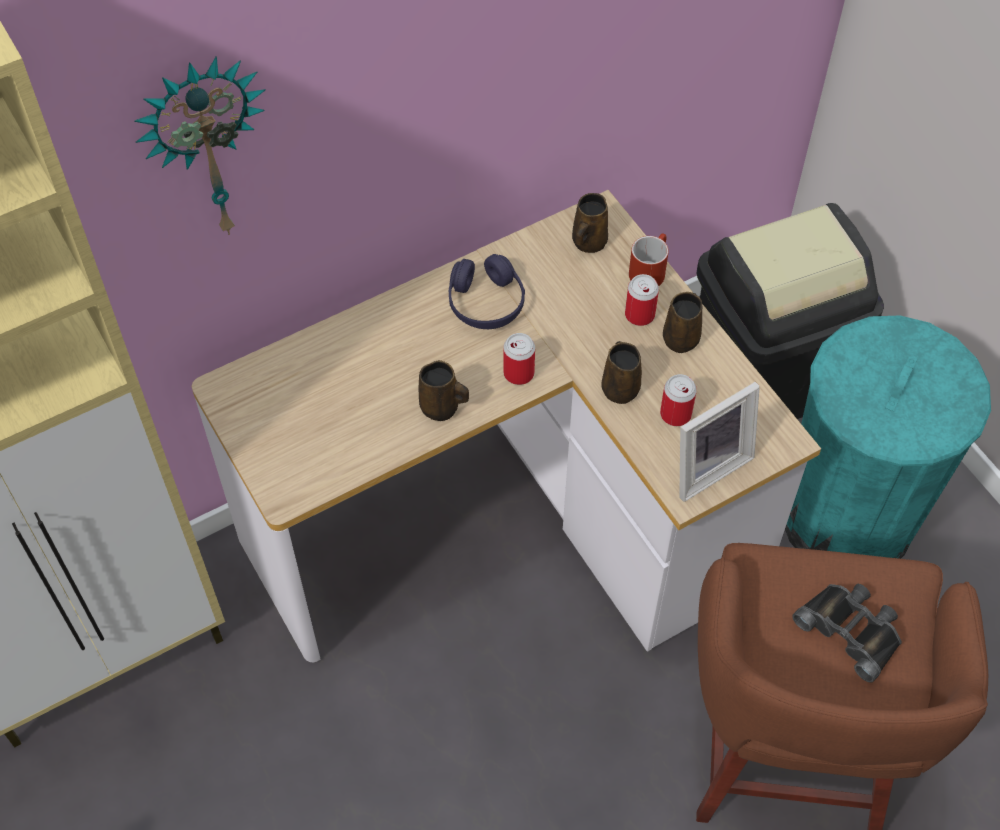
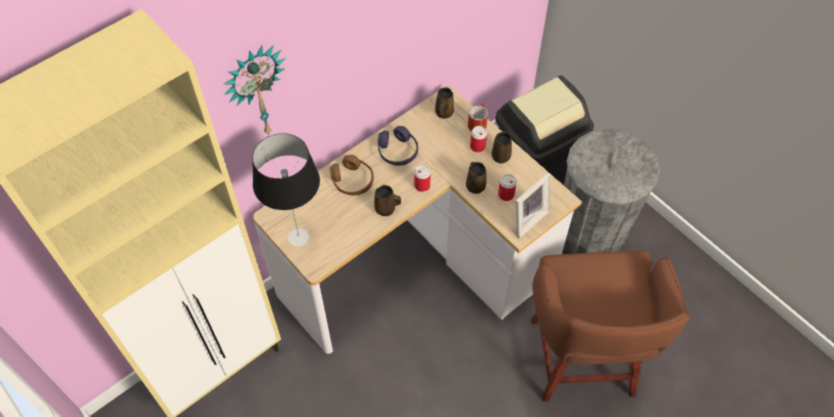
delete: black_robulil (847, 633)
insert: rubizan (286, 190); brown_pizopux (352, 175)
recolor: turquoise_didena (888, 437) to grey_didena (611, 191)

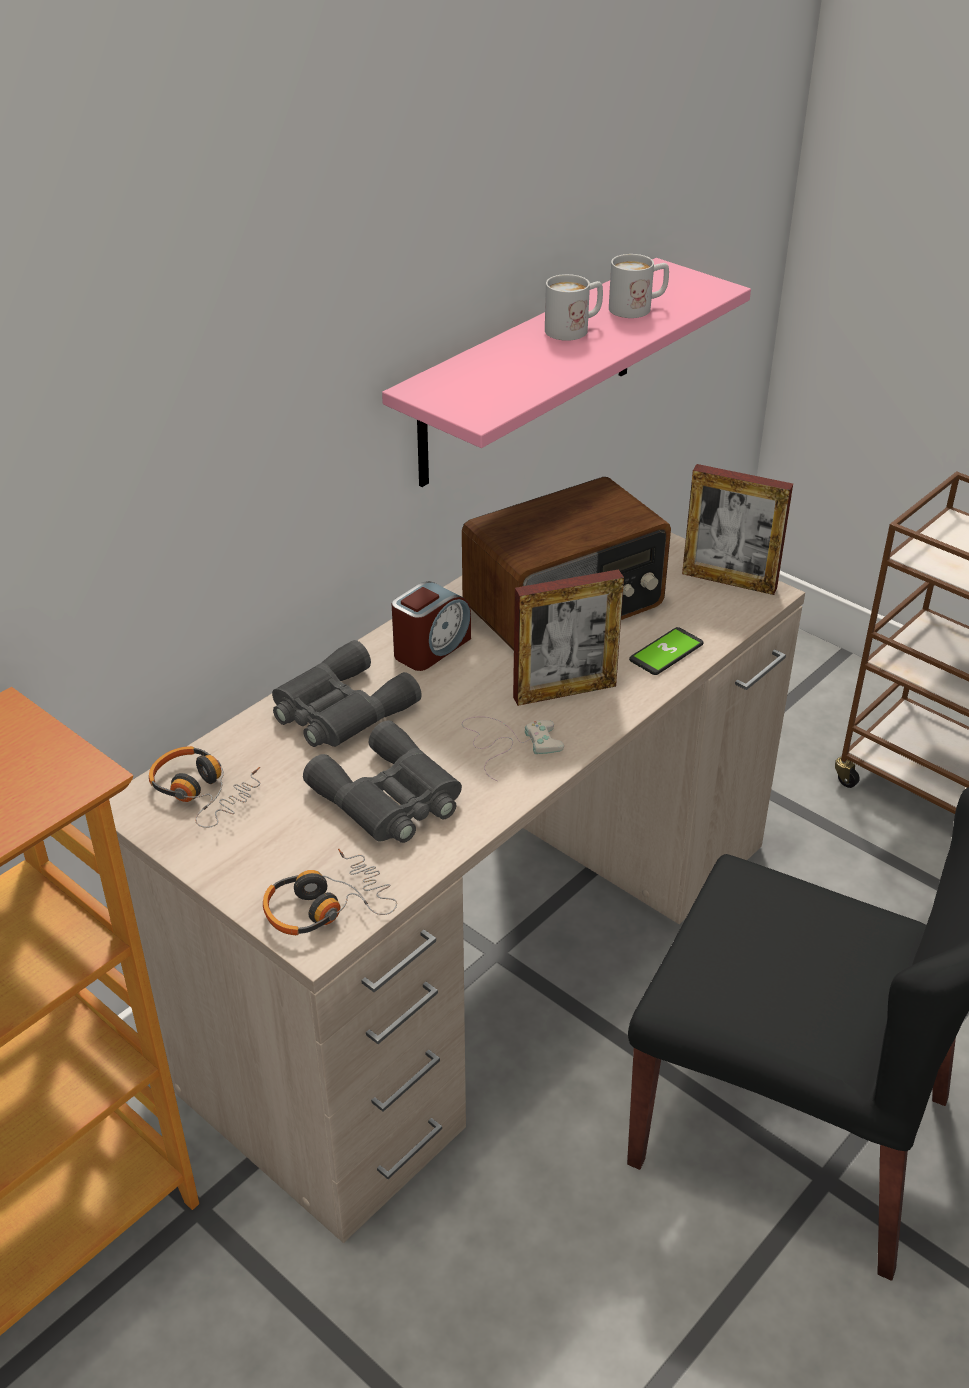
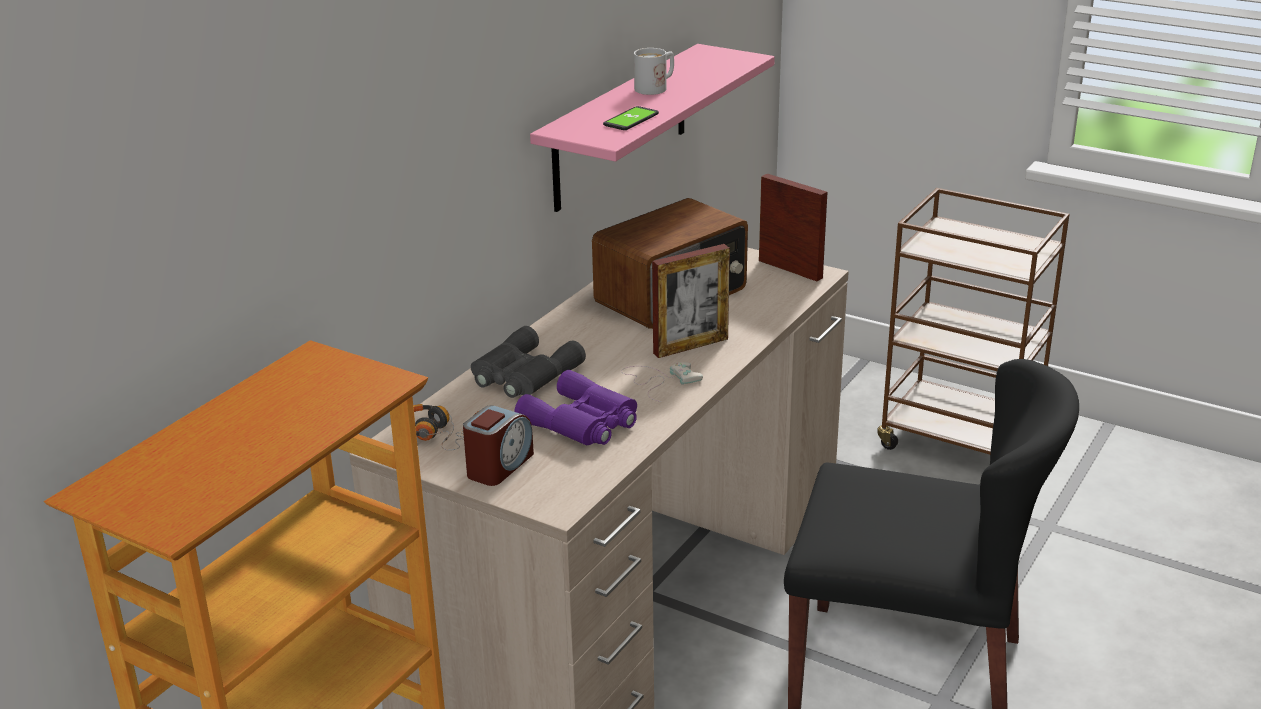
delete: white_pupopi (639, 286); pizopux (330, 892)
move: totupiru (431, 626) to (498, 445); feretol (666, 651) to (631, 118)
recolor: grey_robulil (382, 781) to purple_robulil (576, 407)
rotate: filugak (737, 529) = (793, 227) 150 degrees counterclockwise

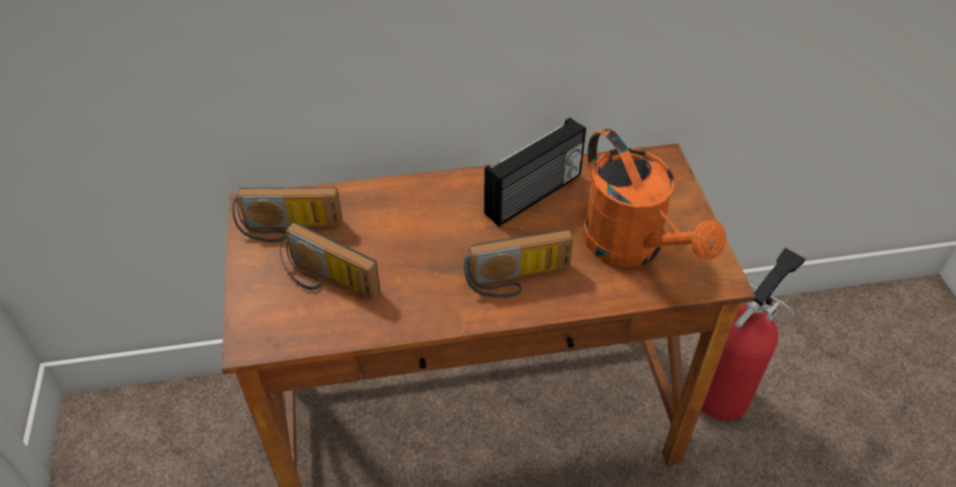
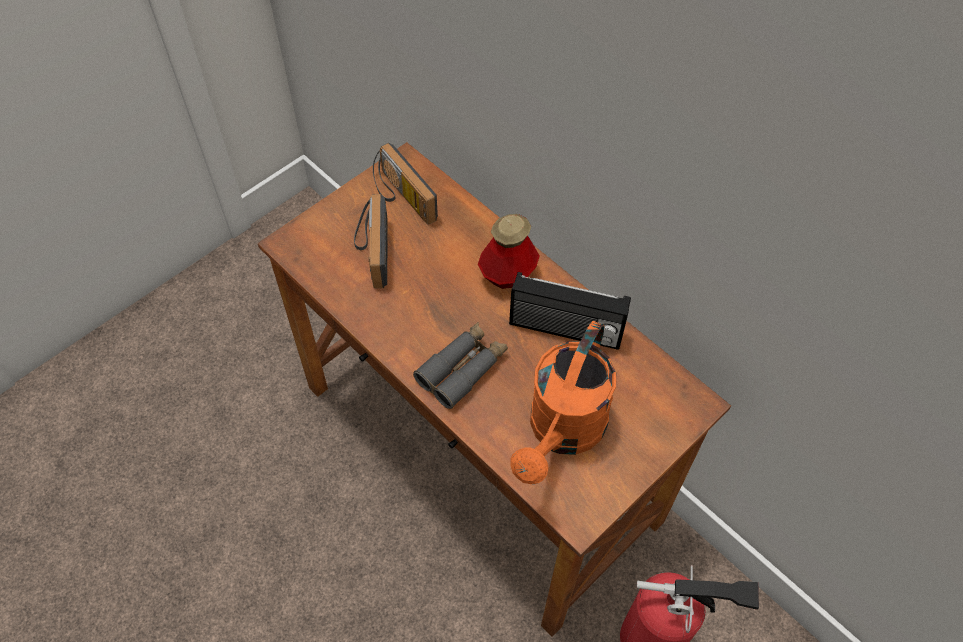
insert: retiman (509, 251)
replace: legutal (518, 263) to grey_robulil (460, 365)

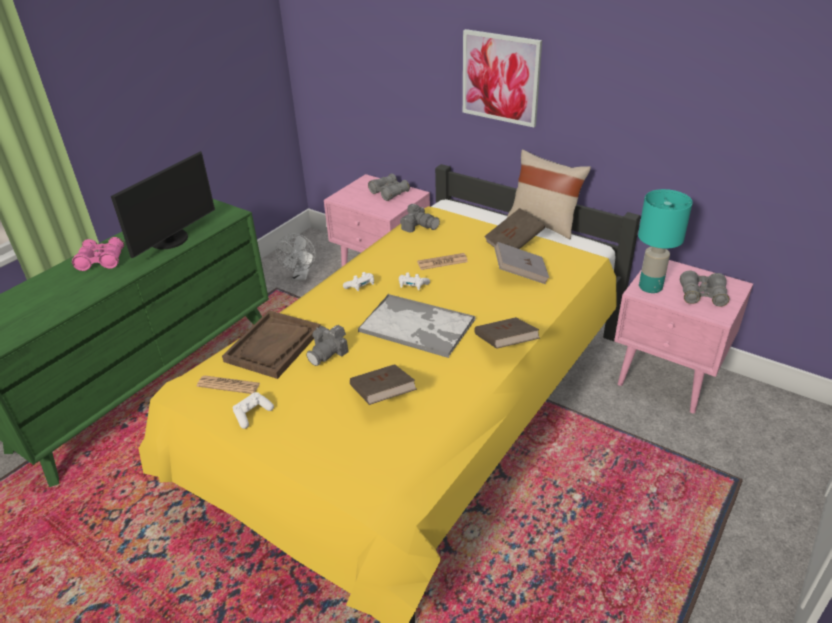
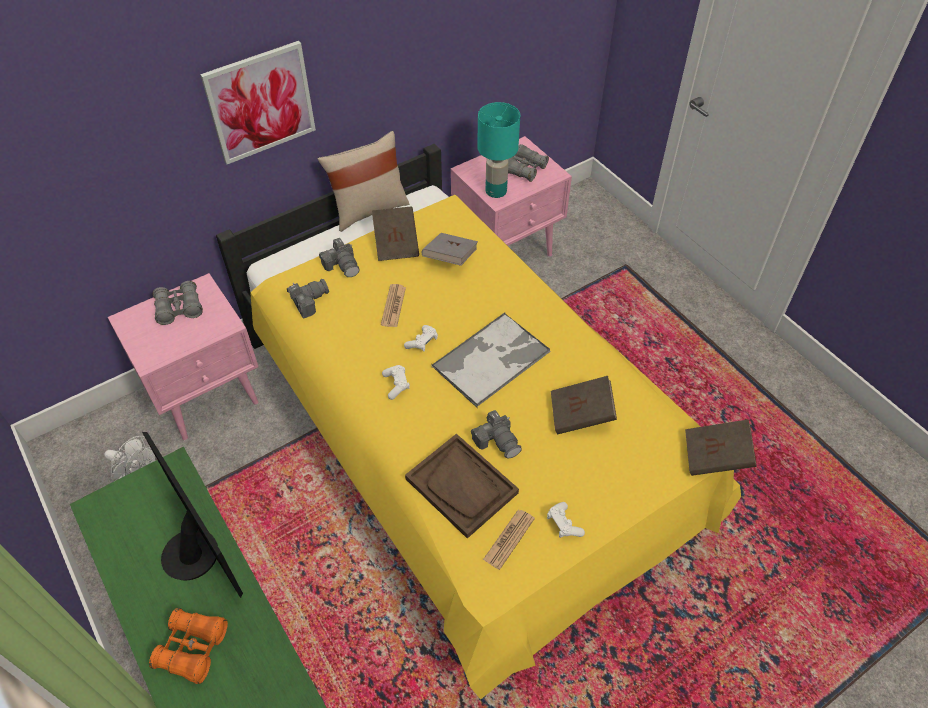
insert: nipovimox (339, 257)
move: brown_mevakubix (507, 333) to (721, 447)
recolor: pink_robulil (98, 254) to orange_robulil (188, 646)

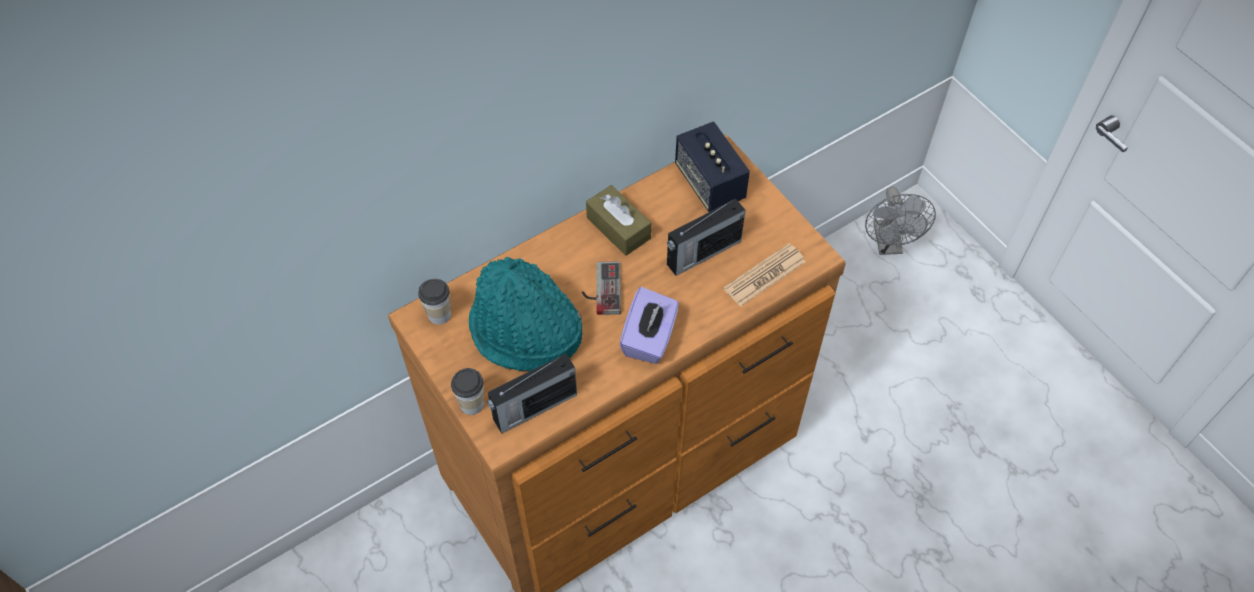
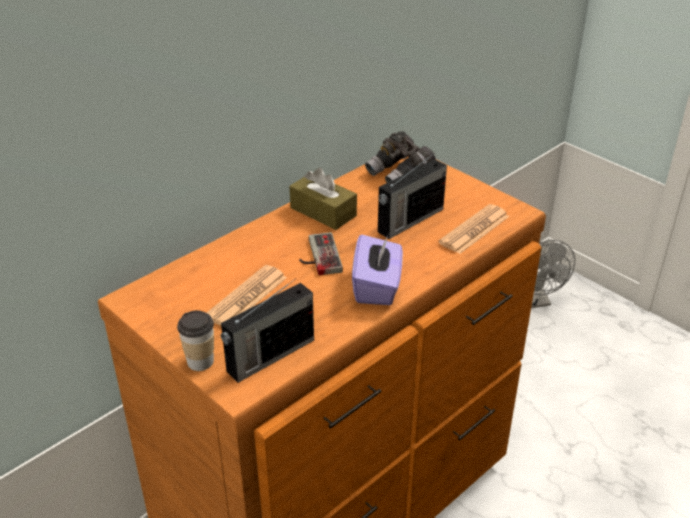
delete: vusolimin (434, 302)
replace: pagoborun (712, 166) to grey_robulil (400, 157); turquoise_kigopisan (525, 314) to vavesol (247, 295)

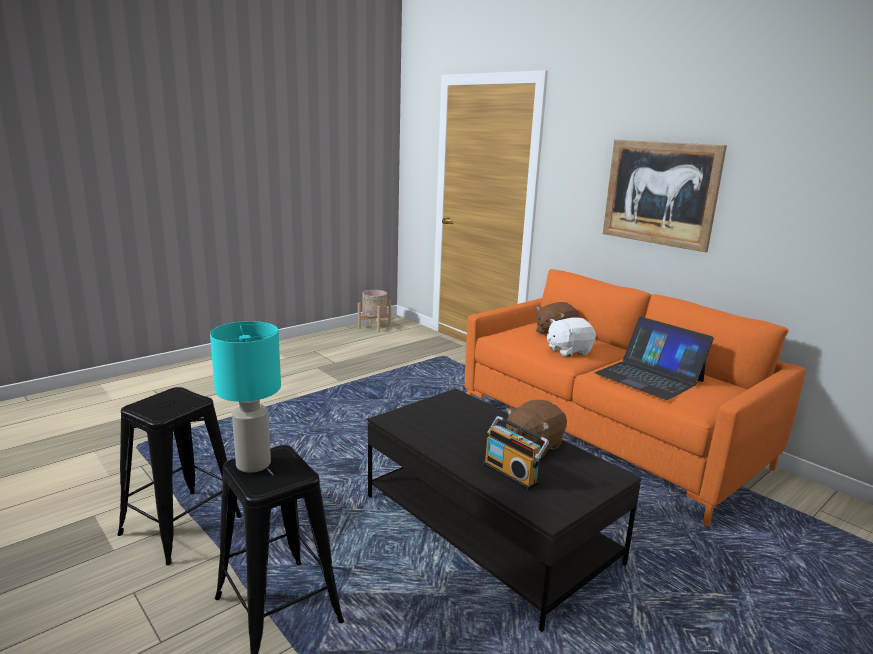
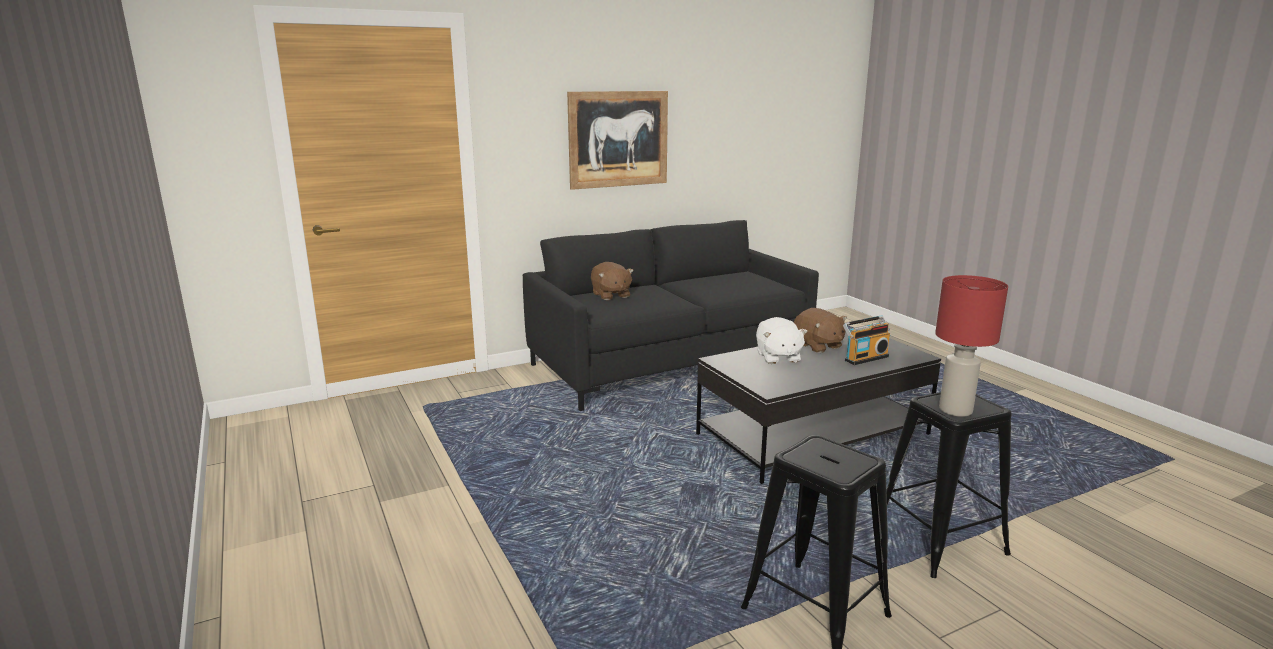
delete: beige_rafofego (374, 311); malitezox (654, 358)
move: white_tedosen (571, 337) to (782, 340)
recolor: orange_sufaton (635, 398) to black_sufaton (671, 315); turquoise_rubizan (245, 397) to red_rubizan (971, 346)

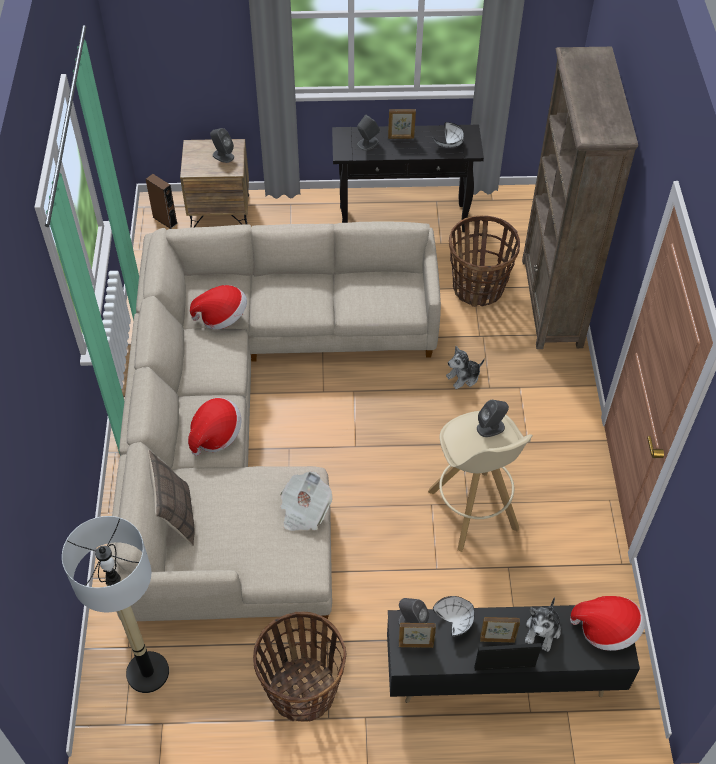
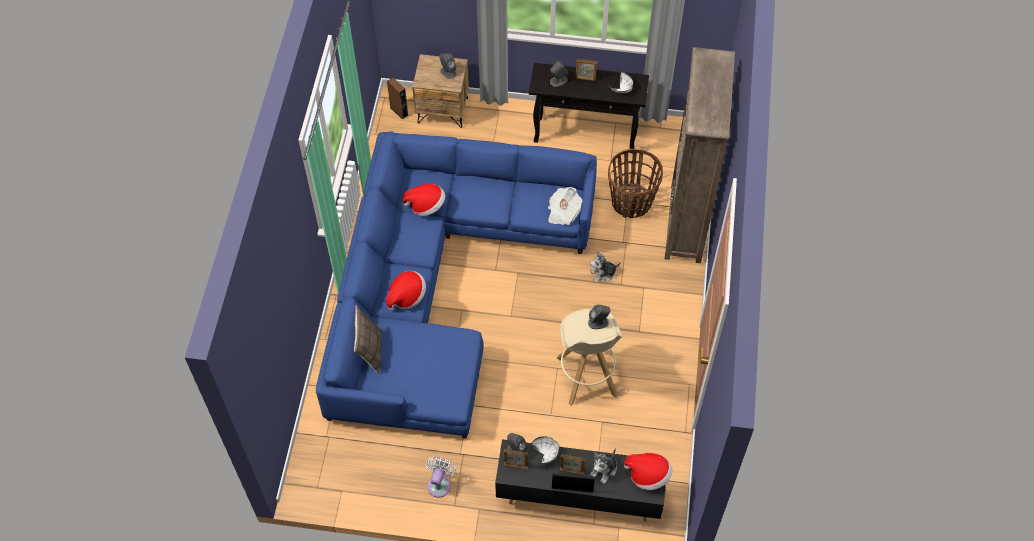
delete: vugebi (115, 604)
move: vavesol (306, 501) to (565, 206)
replace: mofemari (299, 667) to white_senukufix (441, 477)
recolor: beige_sufaton (273, 421) to blue_sufaton (456, 285)

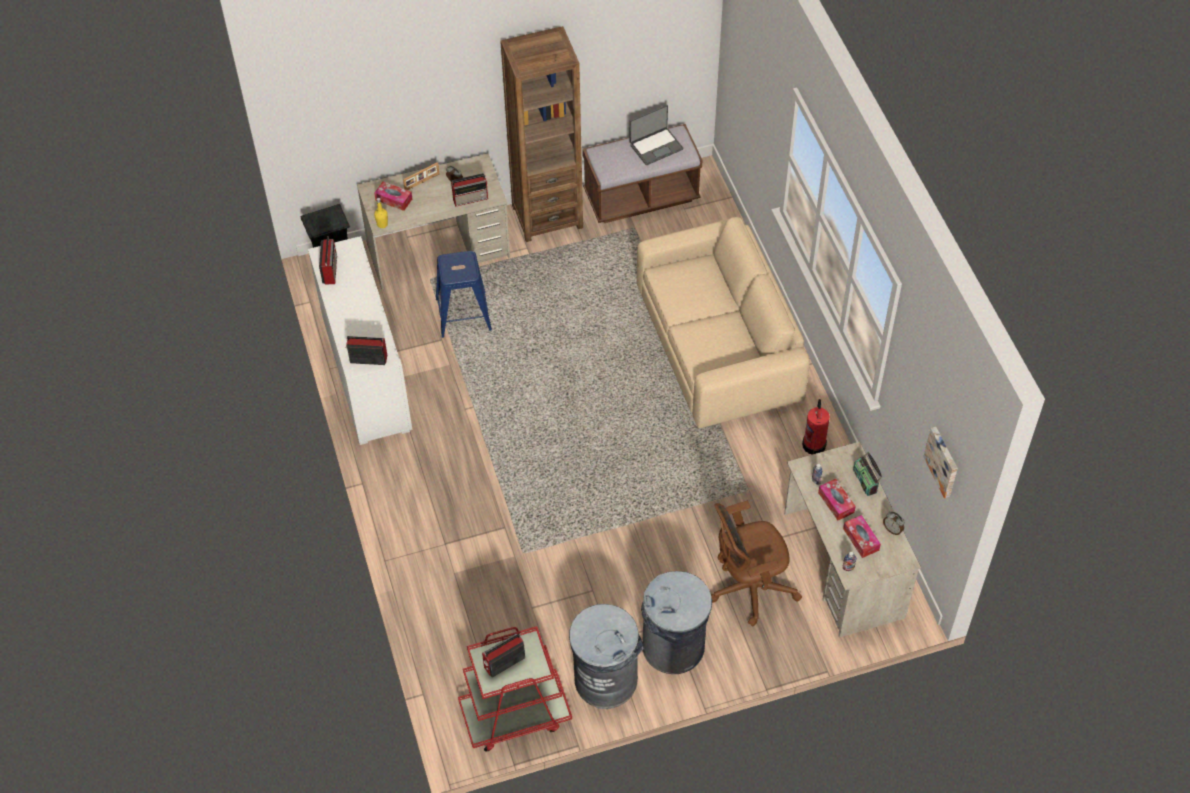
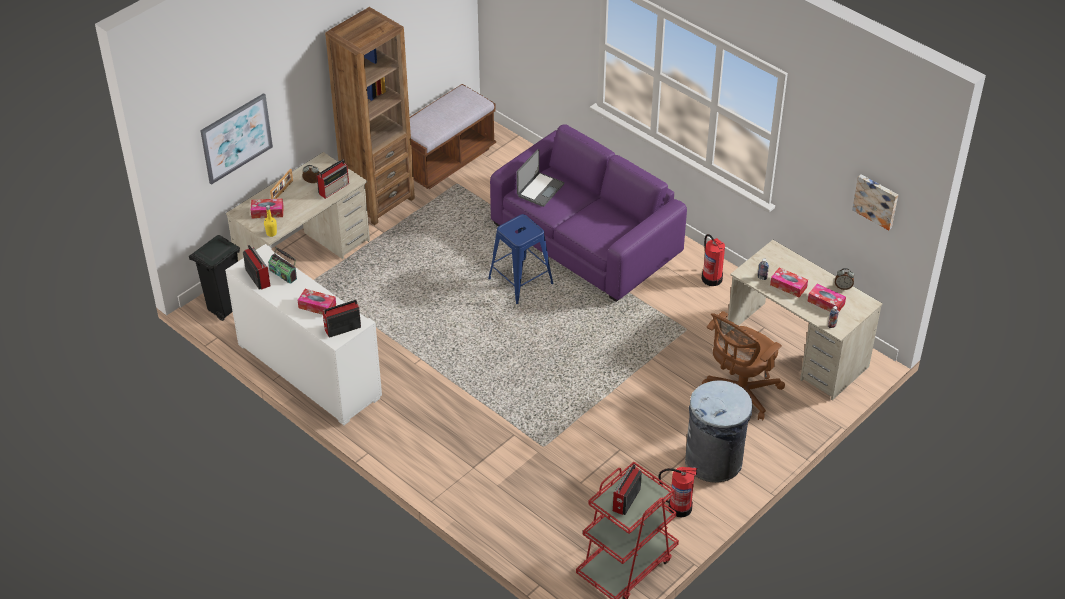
insert: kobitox (236, 139); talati (316, 302)
move: malitezox (657, 135) to (541, 178); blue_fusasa (464, 294) to (520, 259); legutal (867, 474) to (282, 265)
replace: grey_didena (606, 656) to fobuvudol (678, 492)
recolor: beige_sufaton (723, 322) to purple_sufaton (588, 213)

